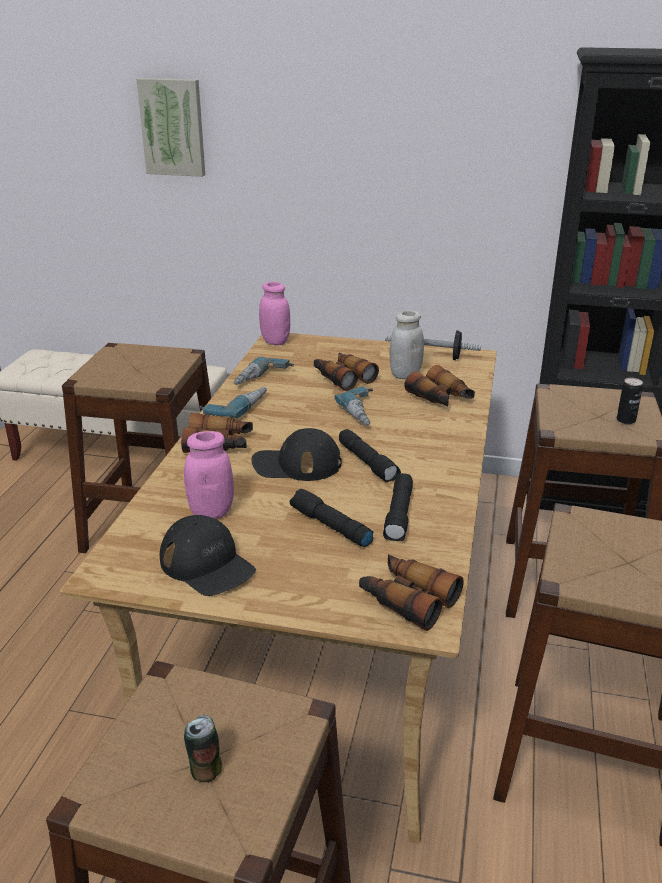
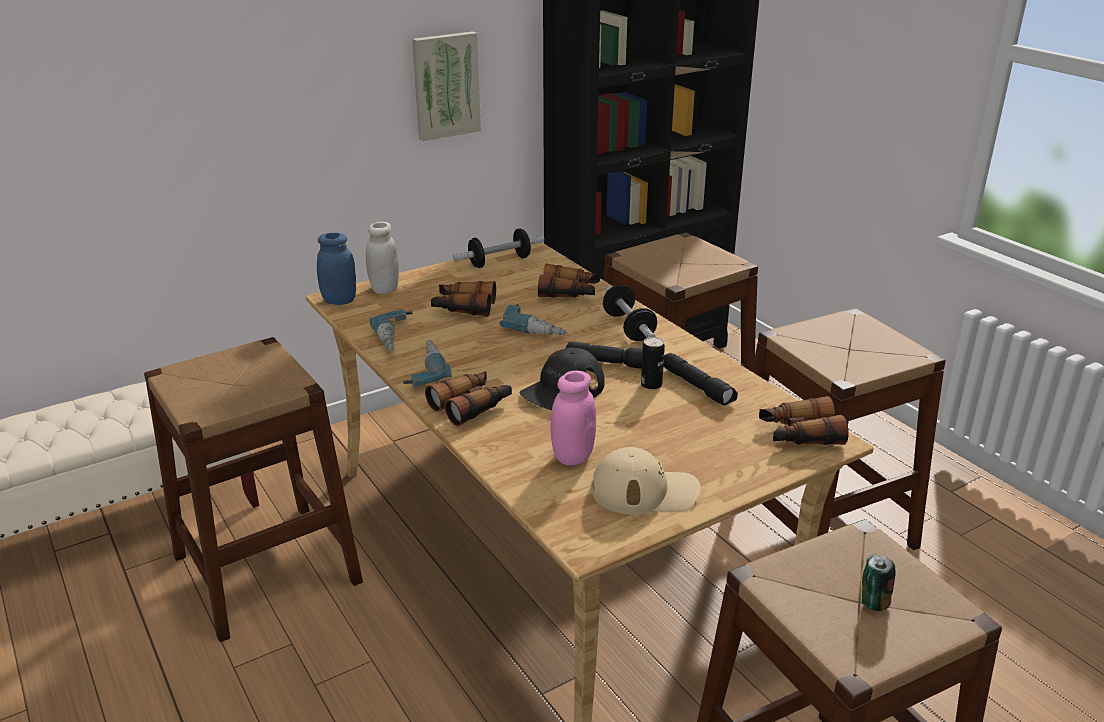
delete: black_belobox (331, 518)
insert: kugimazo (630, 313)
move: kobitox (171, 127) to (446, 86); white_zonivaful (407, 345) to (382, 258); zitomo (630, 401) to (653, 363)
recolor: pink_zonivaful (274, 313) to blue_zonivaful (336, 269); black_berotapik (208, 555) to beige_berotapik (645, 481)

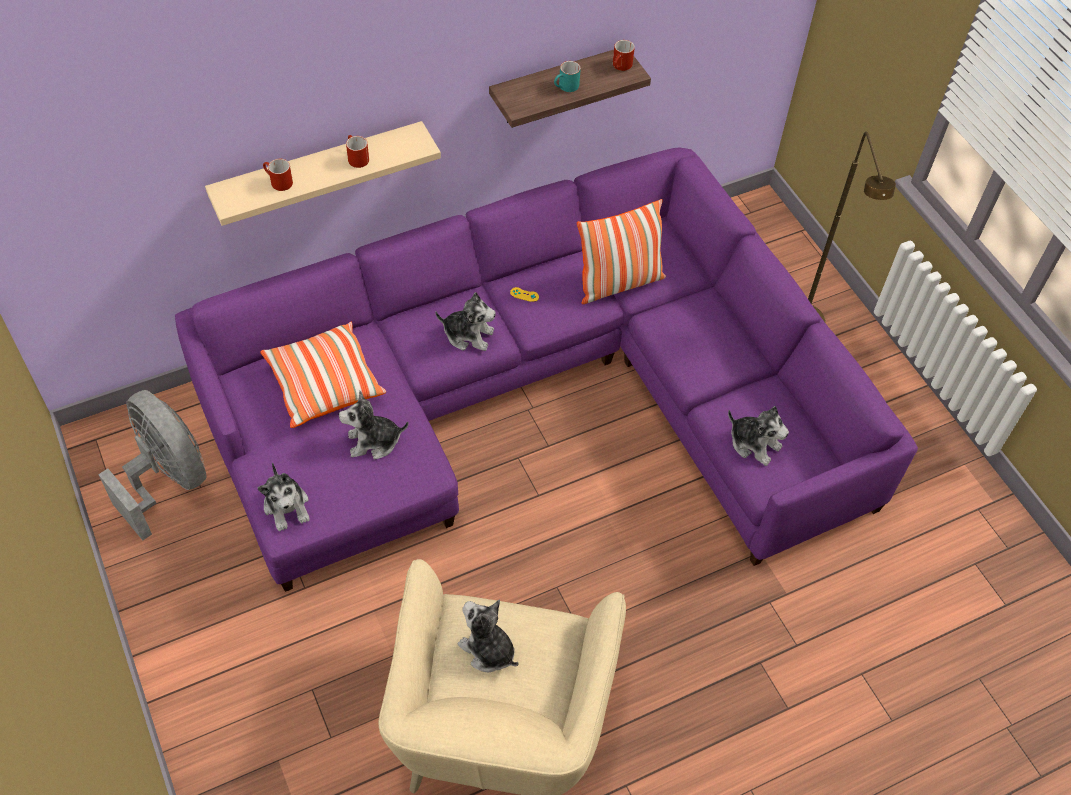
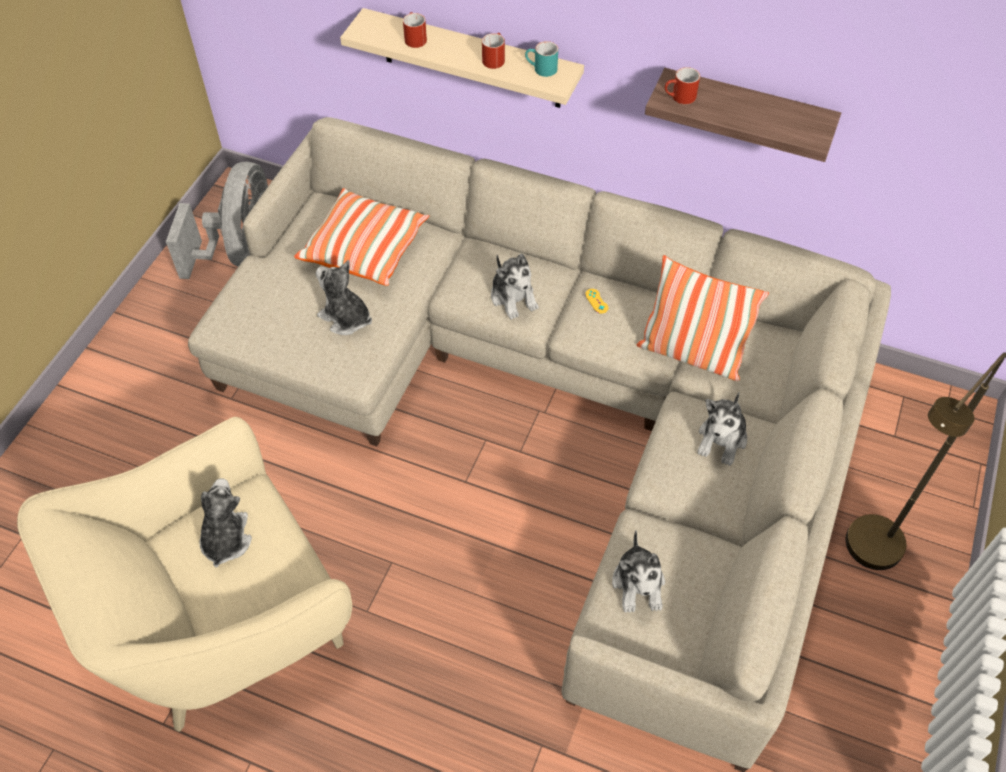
move: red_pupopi (624, 55) to (682, 85); turquoise_pupopi (567, 76) to (541, 59); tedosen (284, 496) to (722, 429)
recolor: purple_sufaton (546, 369) to beige_sufaton (539, 444)

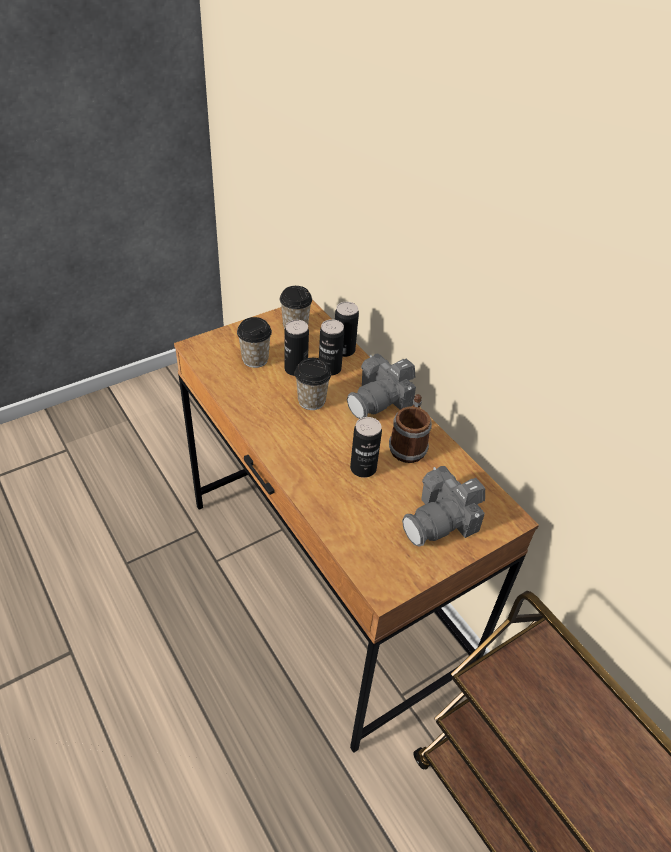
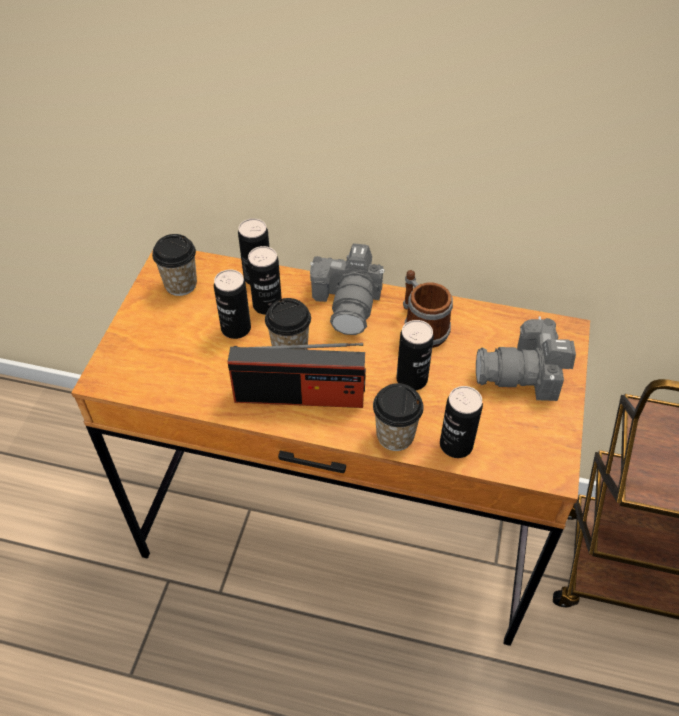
insert: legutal (297, 375); zitomo (461, 422)
move: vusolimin (254, 342) to (398, 417)
rotate: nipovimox (443, 506) = (526, 358) 75 degrees clockwise

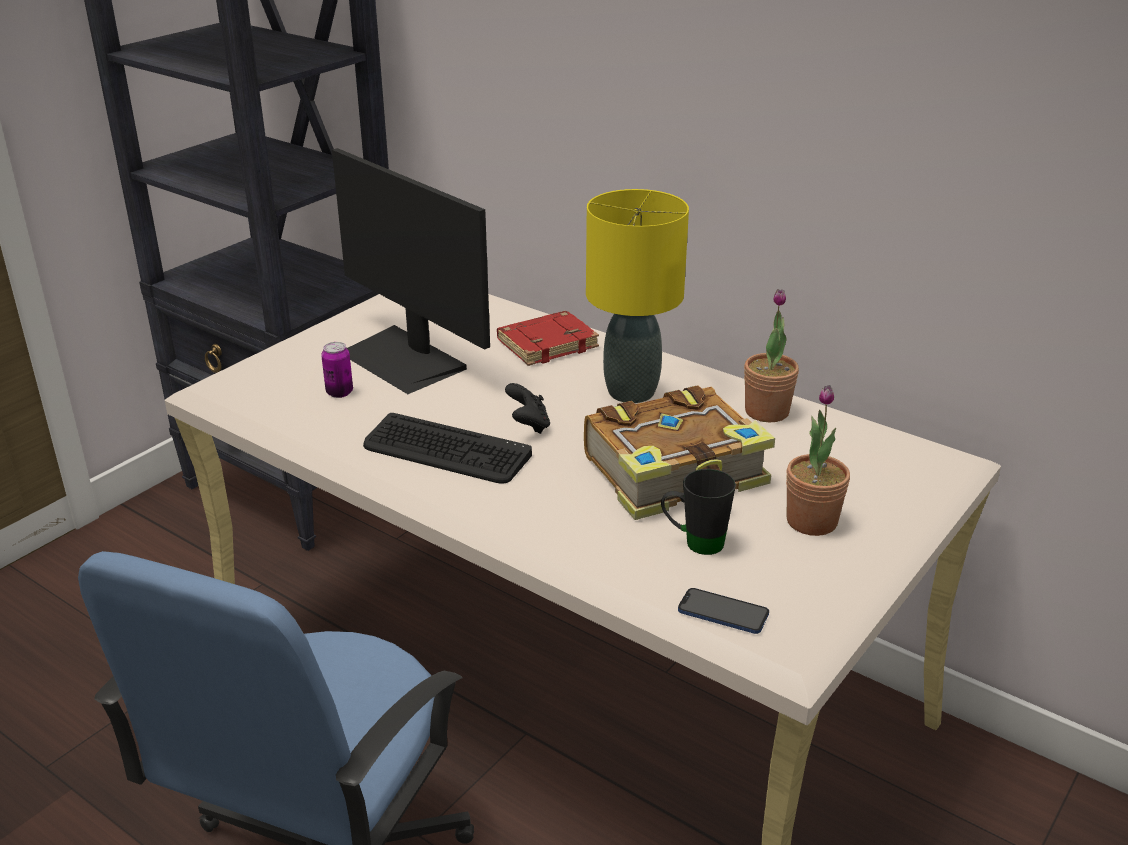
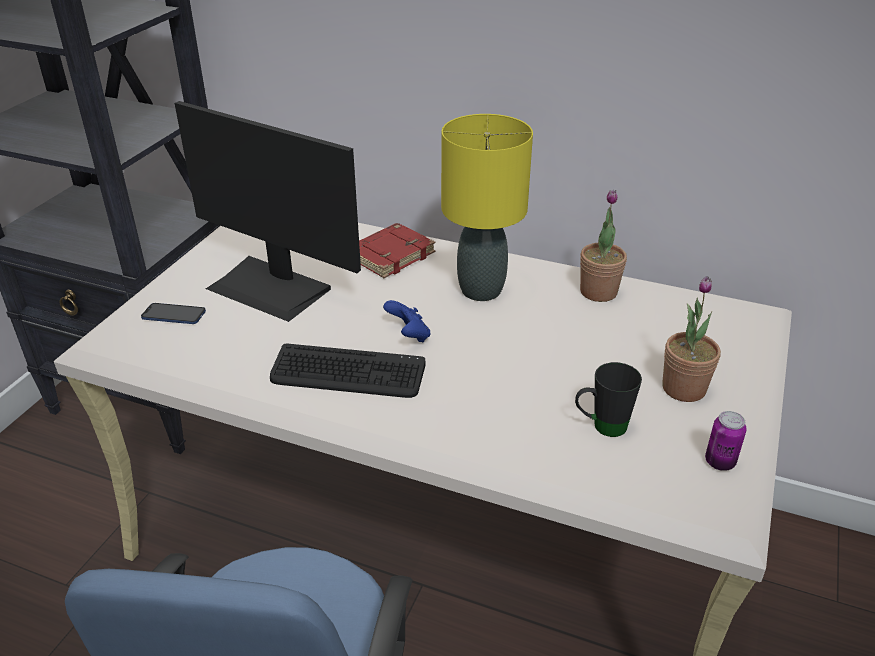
delete: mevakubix (679, 452)
move: zitomo (337, 370) to (726, 441); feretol (723, 611) to (173, 313)
recolor: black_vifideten (527, 408) to blue_vifideten (407, 321)

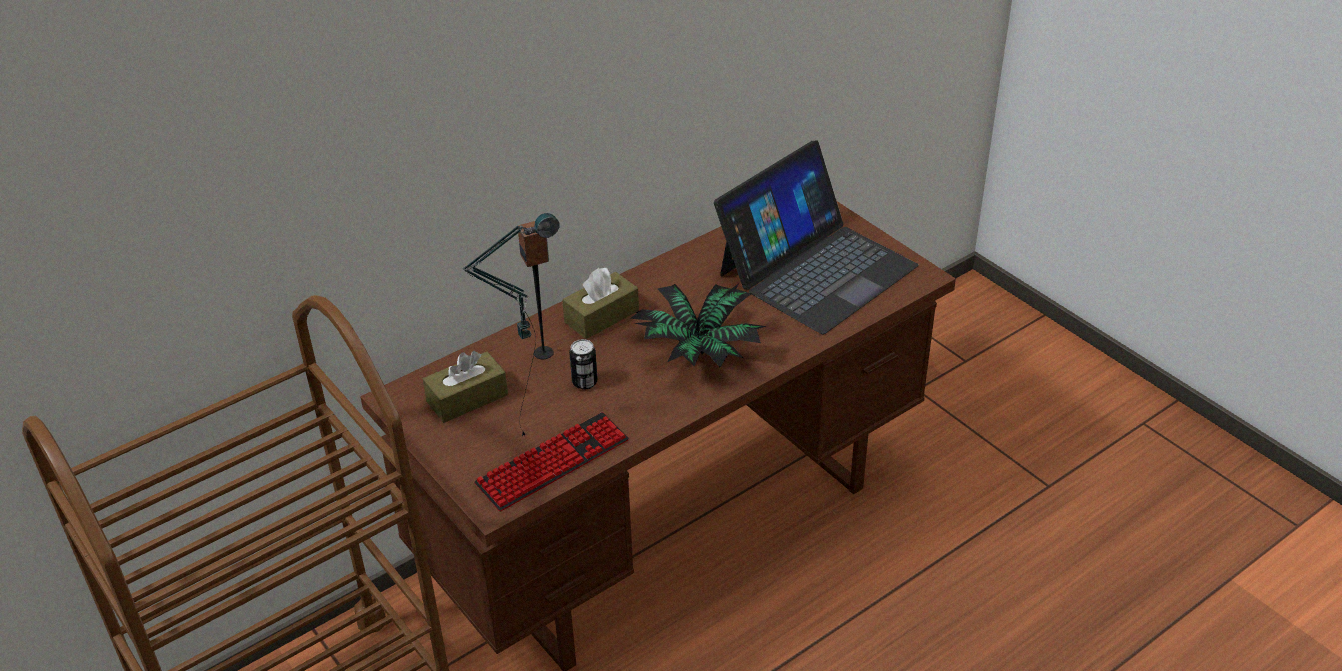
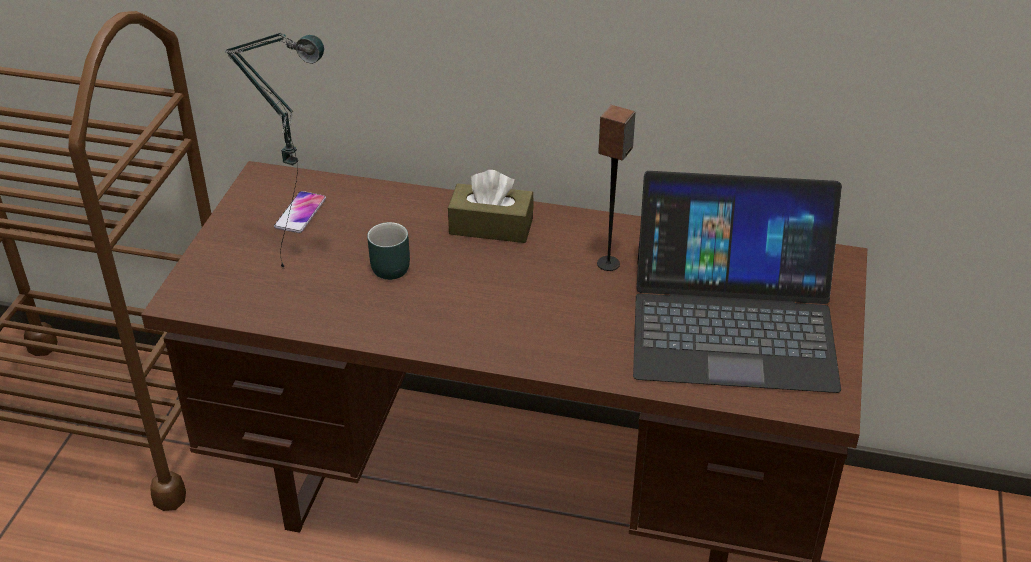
delete: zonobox (698, 325); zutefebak (551, 461)
move: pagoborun (536, 290) to (616, 188)
replace: zitomo (583, 364) to turquoise_pupopi (388, 251); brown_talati (465, 387) to feretol (300, 212)

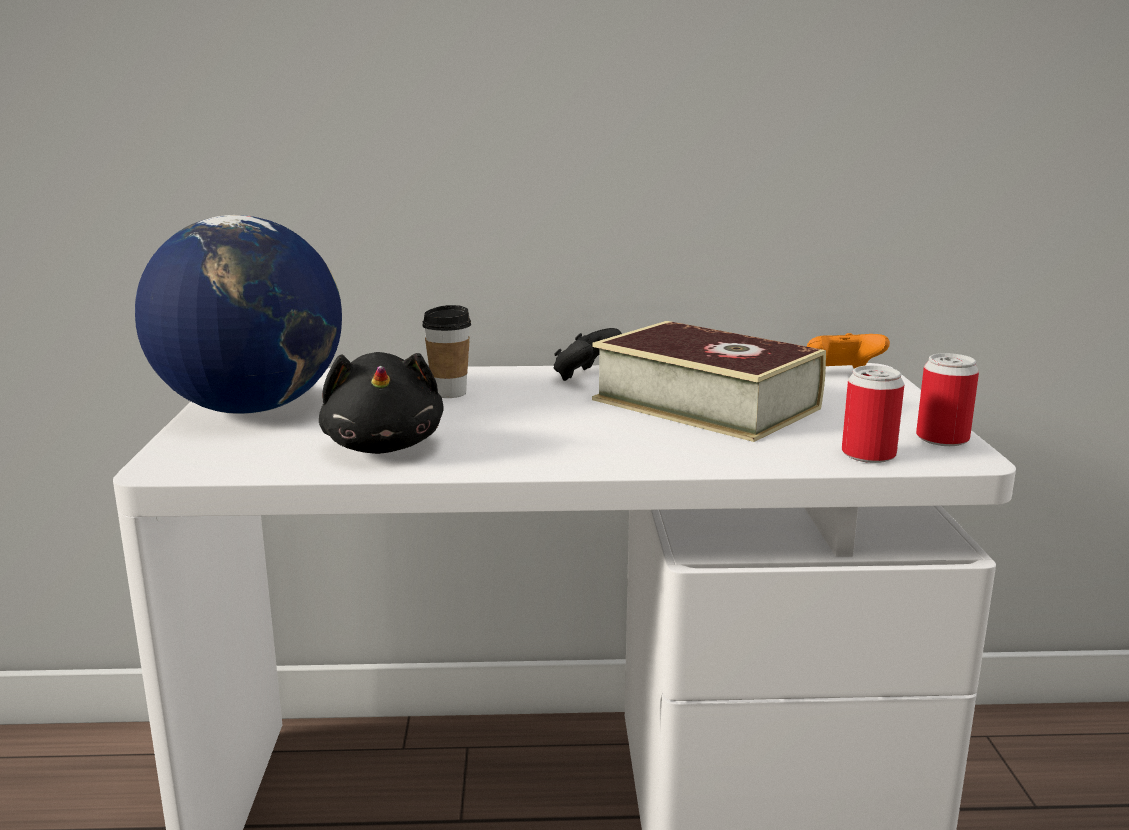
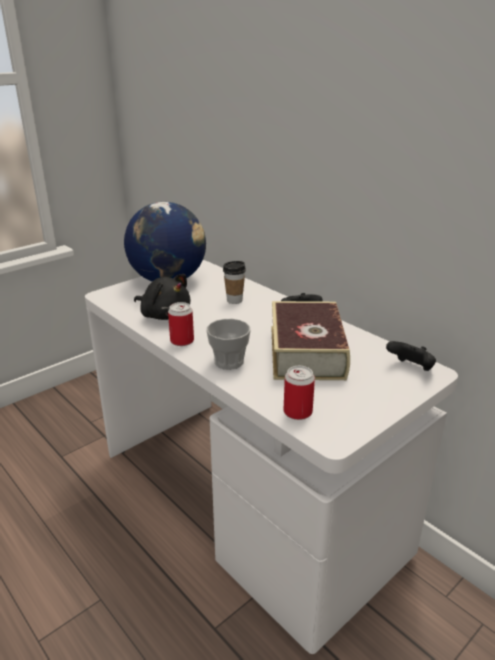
insert: vusolimin (228, 344)
move: zitomo (947, 399) to (181, 324)
recolor: orange_vifideten (848, 351) to black_vifideten (411, 356)
rotate: black_tedosen (381, 403) = (162, 297) 90 degrees counterclockwise

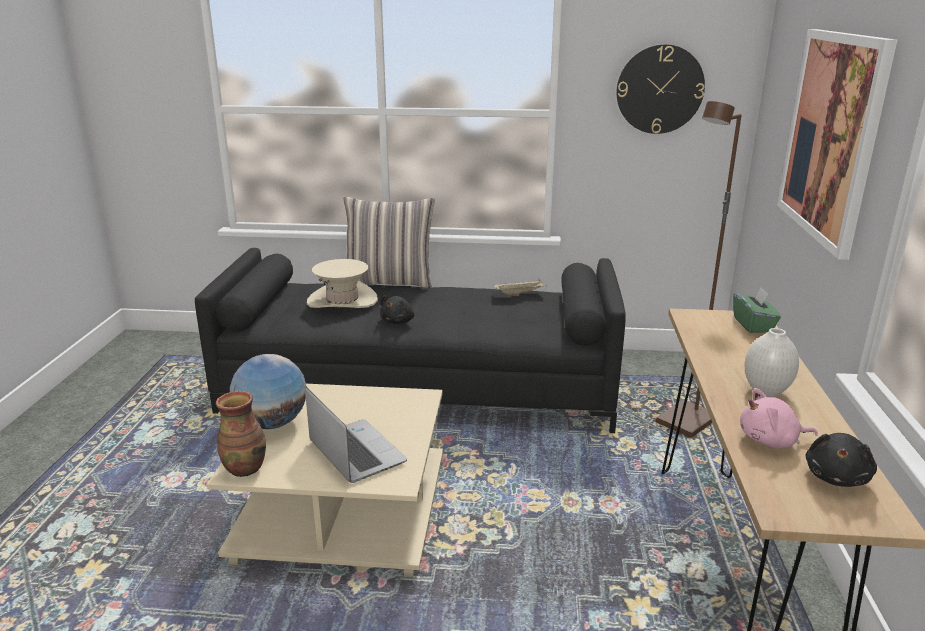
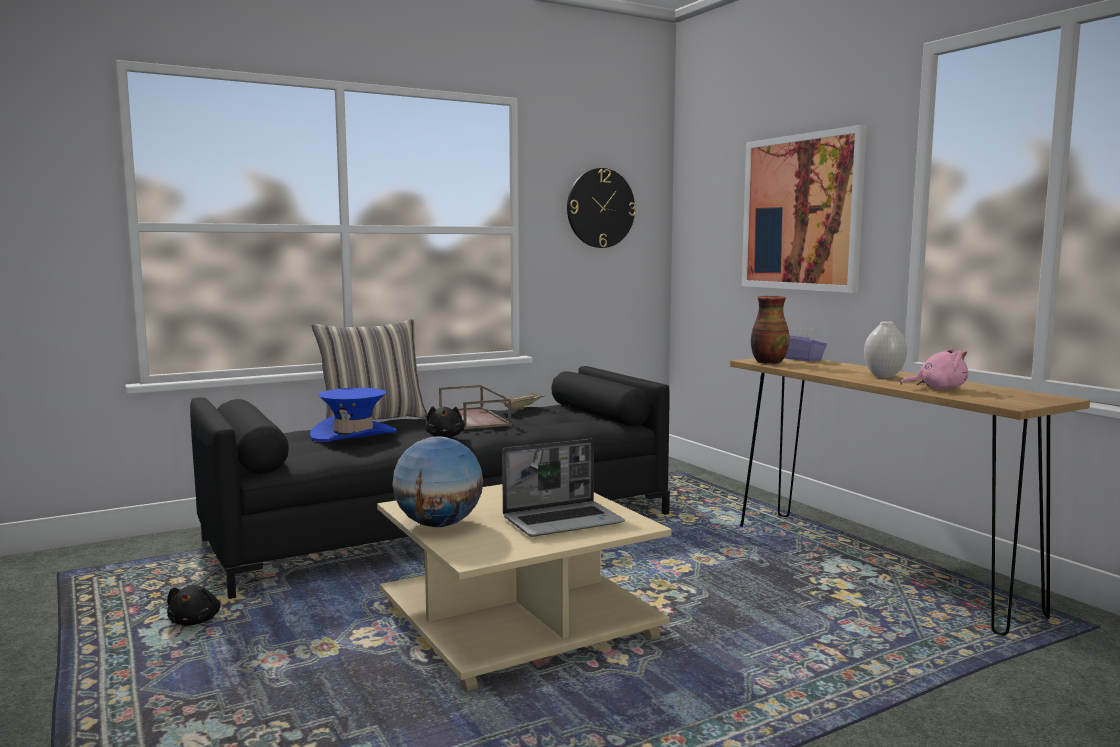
delete: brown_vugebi (699, 269)
insert: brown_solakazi (475, 407)
move: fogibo (241, 434) to (770, 330); black_tedosen (841, 460) to (193, 605)
recolor: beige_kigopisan (342, 283) to blue_kigopisan (353, 414); green_talati (757, 310) to purple_talati (806, 344)
rotate: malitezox (356, 435) = (563, 488) 135 degrees clockwise; pink_tedosen (779, 418) = (934, 368) 135 degrees counterclockwise

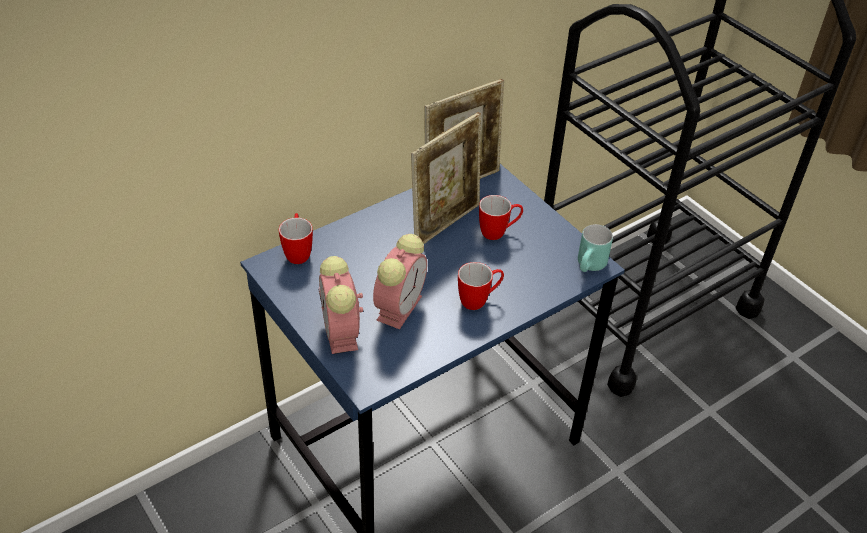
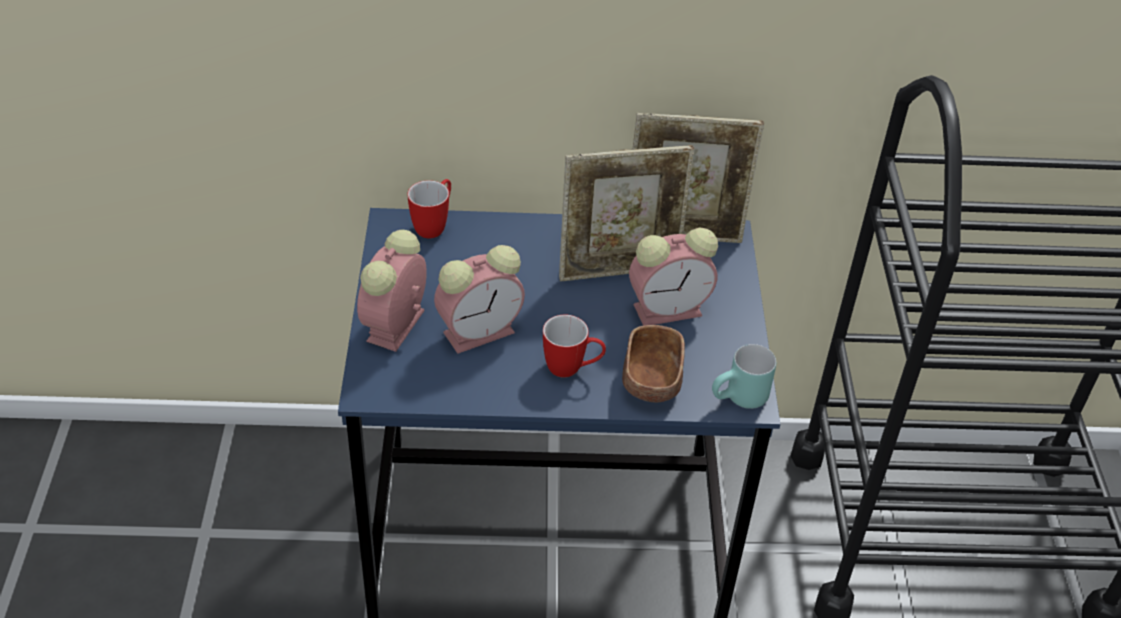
insert: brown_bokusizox (653, 363)
replace: pupopi (501, 217) to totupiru (673, 277)

